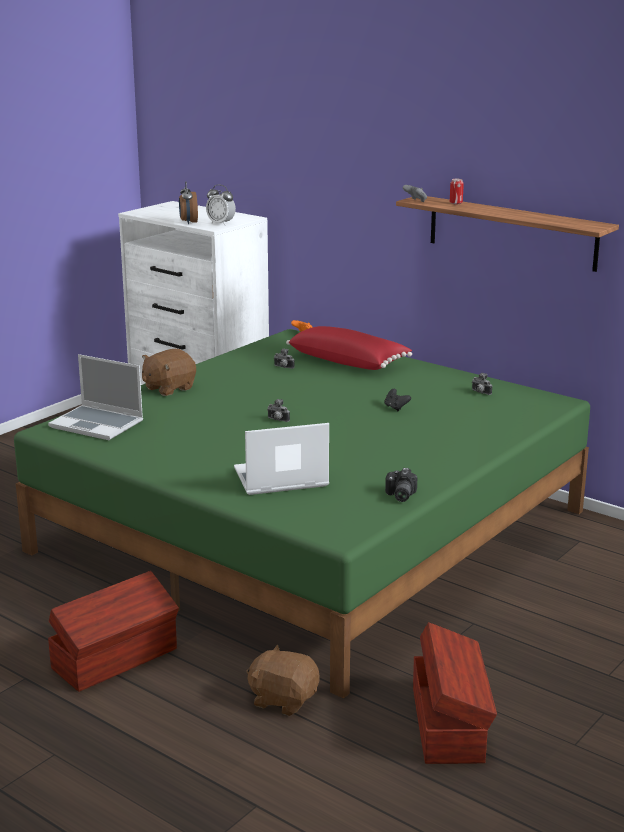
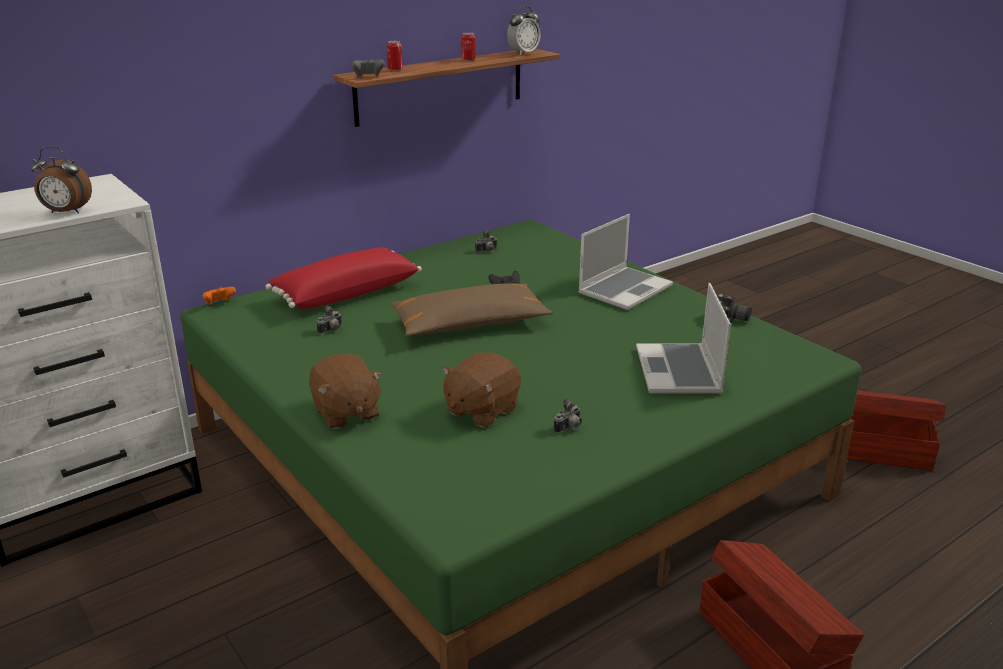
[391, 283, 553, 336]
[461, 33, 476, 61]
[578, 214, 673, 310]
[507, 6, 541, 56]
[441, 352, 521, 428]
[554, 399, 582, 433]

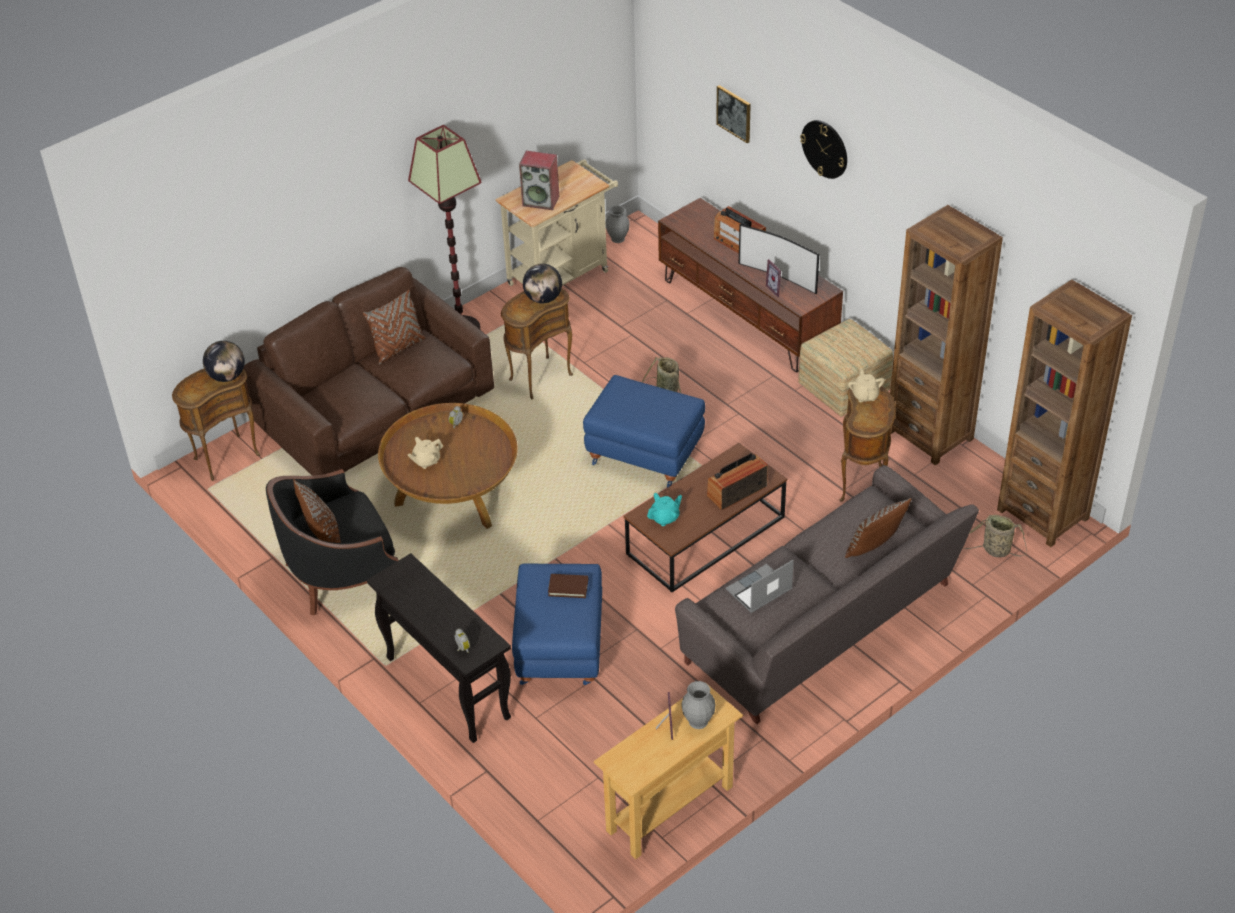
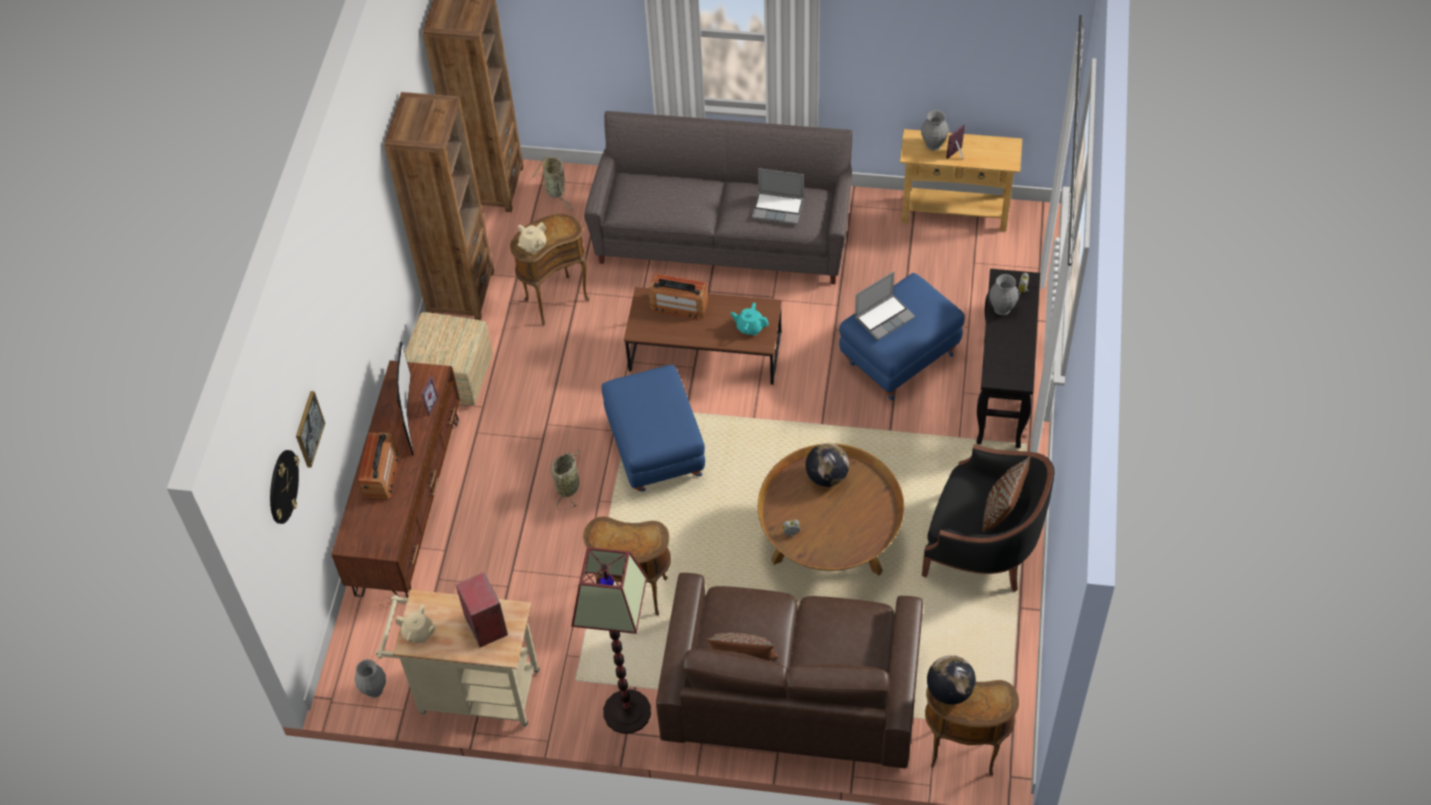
[845, 498, 912, 558] (first image)
[989, 274, 1019, 315]
[395, 605, 437, 643]
[806, 443, 849, 487]
[270, 450, 299, 524]
[855, 271, 915, 341]

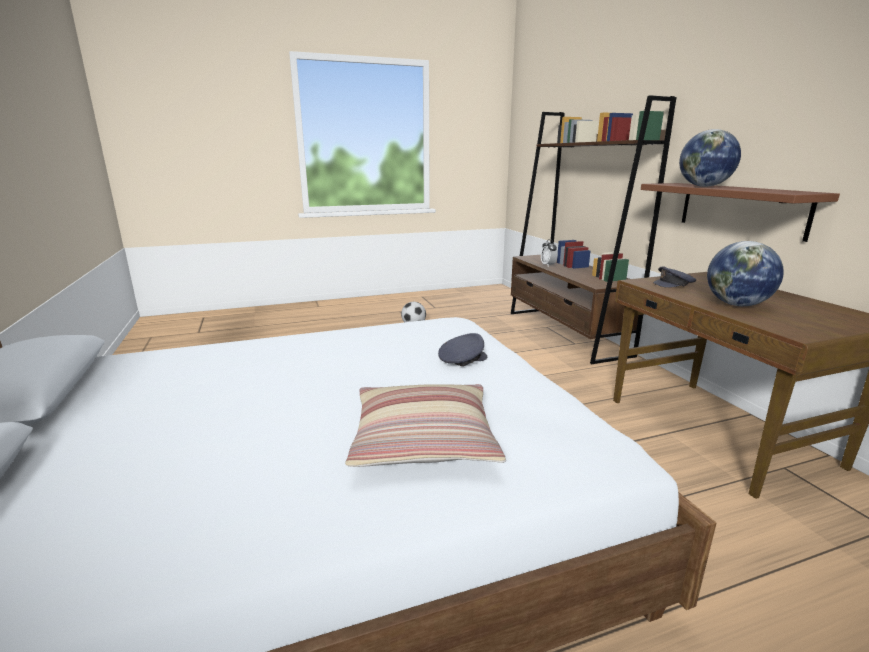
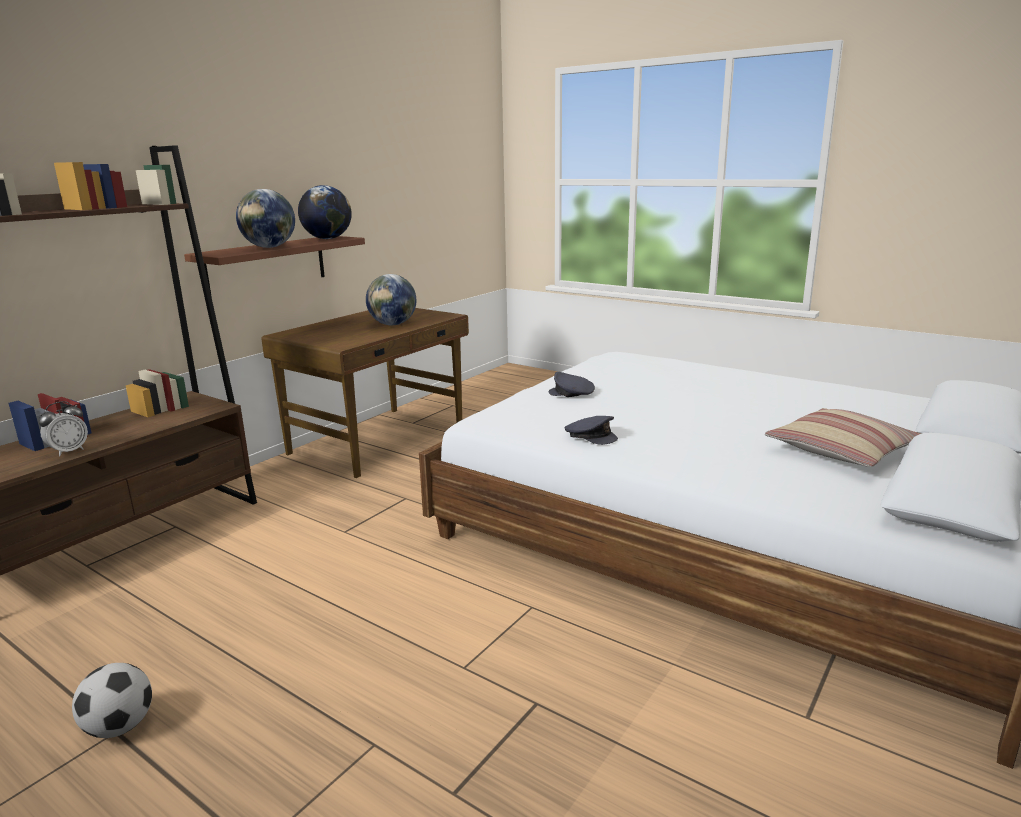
[298, 185, 352, 239]
[765, 408, 922, 467]
[565, 416, 618, 445]

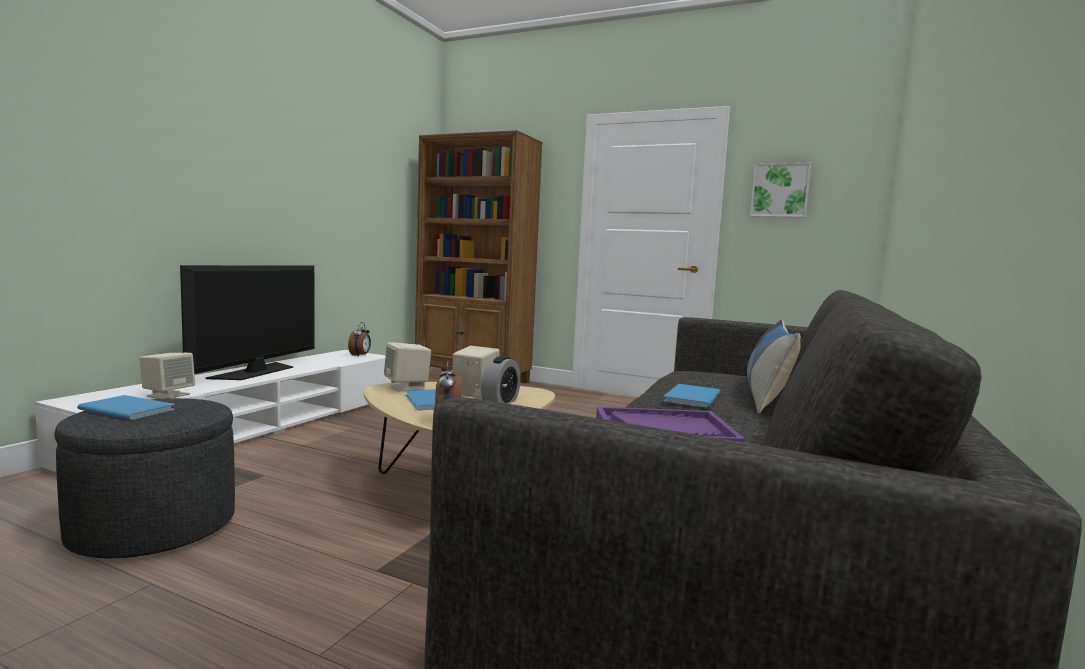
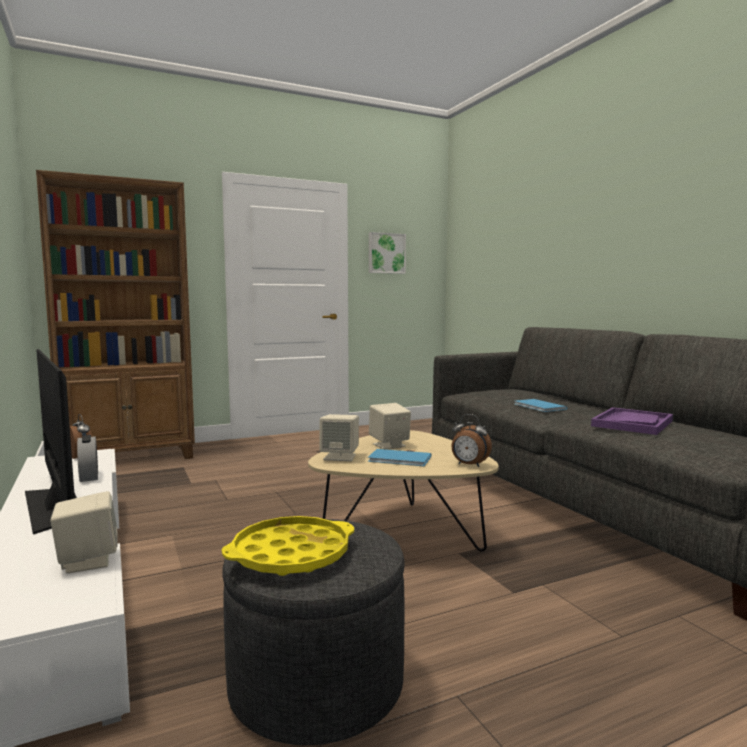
[747, 319, 801, 413] (first image)
[77, 435, 98, 482]
[222, 516, 354, 576]

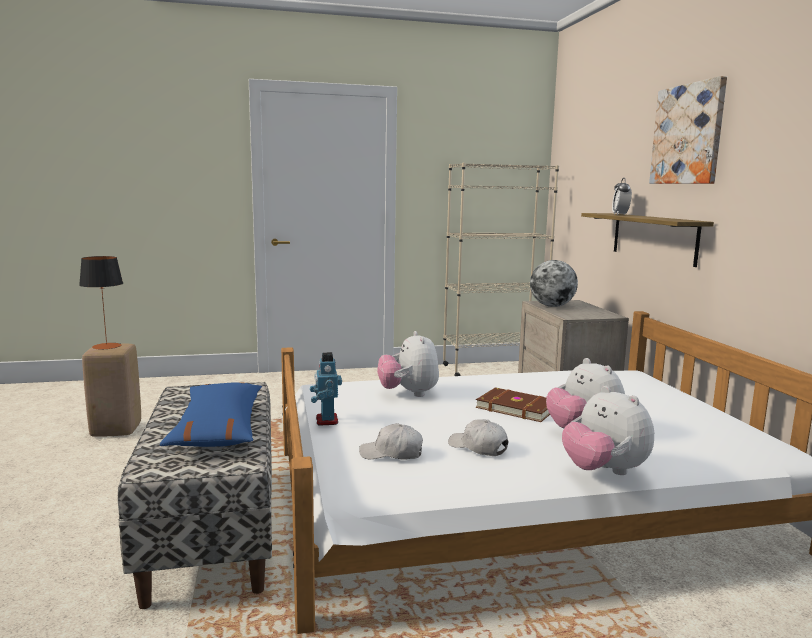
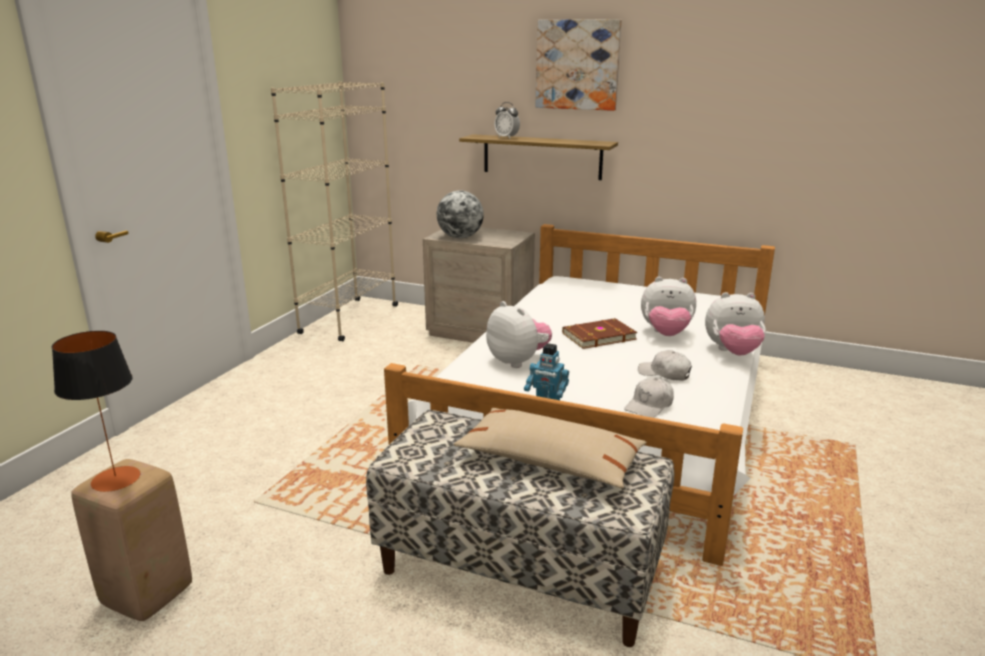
[453, 408, 647, 488]
[486, 301, 552, 368]
[638, 350, 692, 381]

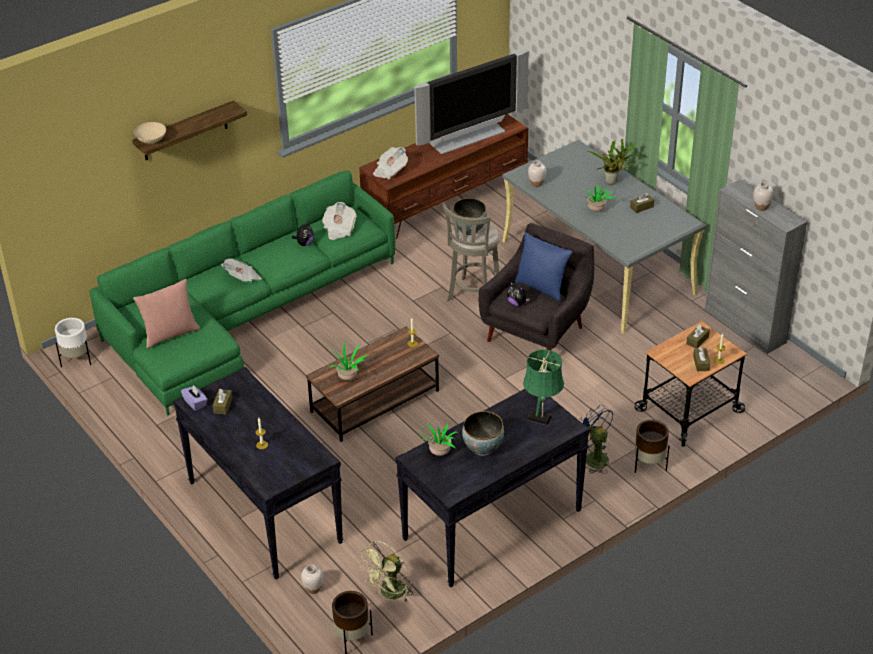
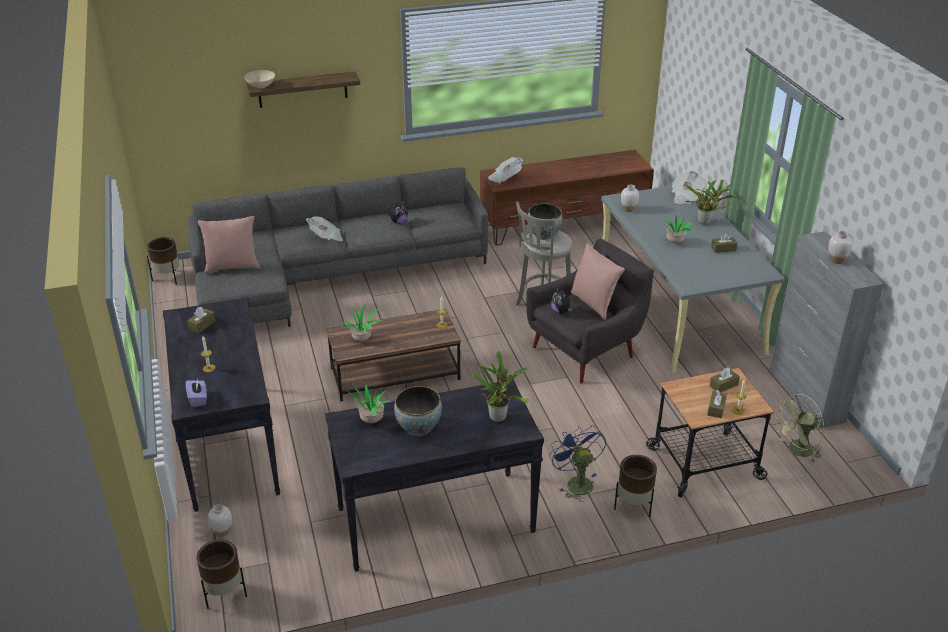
[414, 50, 529, 154] (first image)
[186, 379, 207, 407]
[672, 171, 707, 204]
[775, 394, 824, 462]
[472, 351, 529, 422]
[147, 237, 179, 285]
[188, 168, 488, 327]
[571, 242, 625, 320]

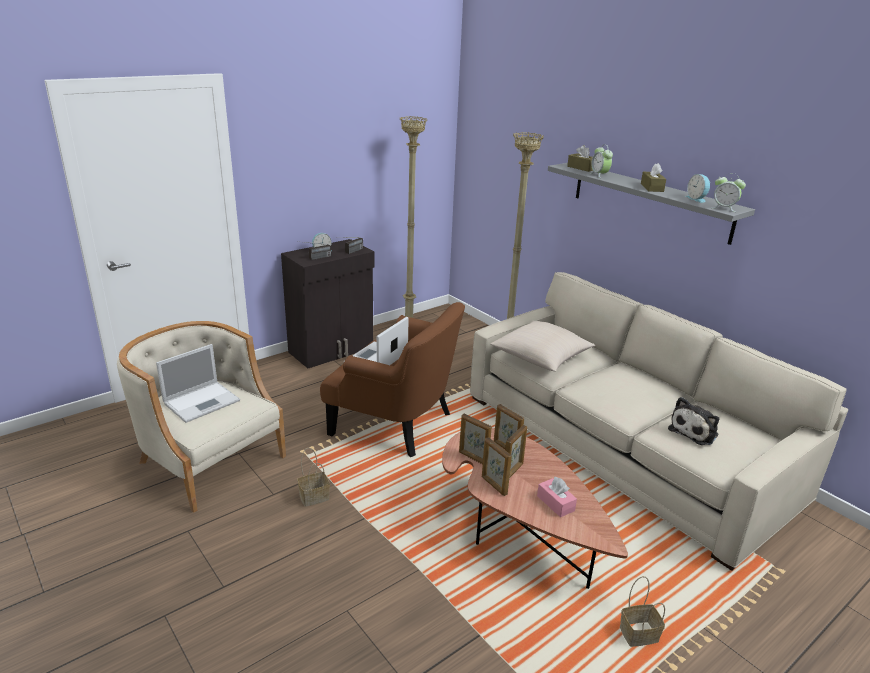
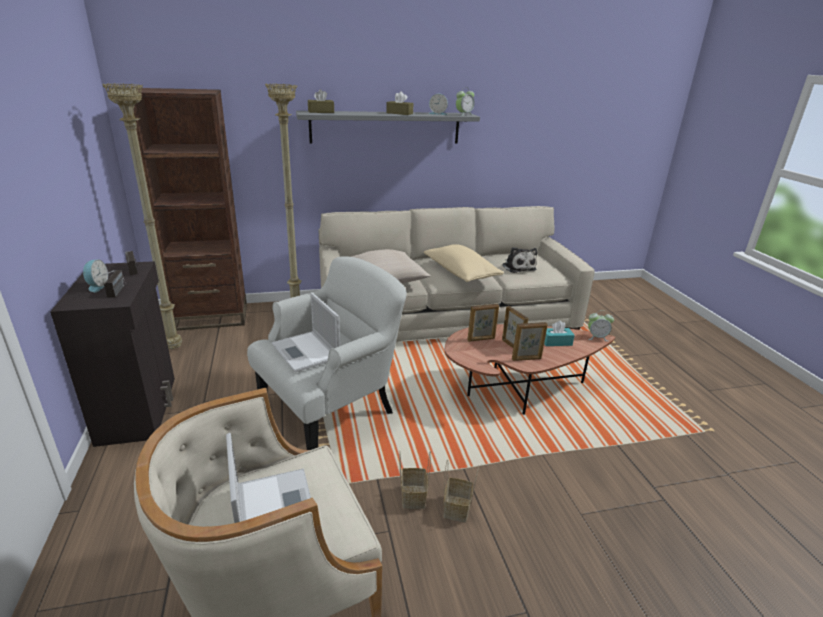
[459, 413, 492, 464] (first image)
[133, 88, 247, 330]
[424, 244, 504, 282]
[588, 310, 614, 341]
[443, 459, 479, 522]
[247, 256, 407, 450]
[544, 321, 575, 346]

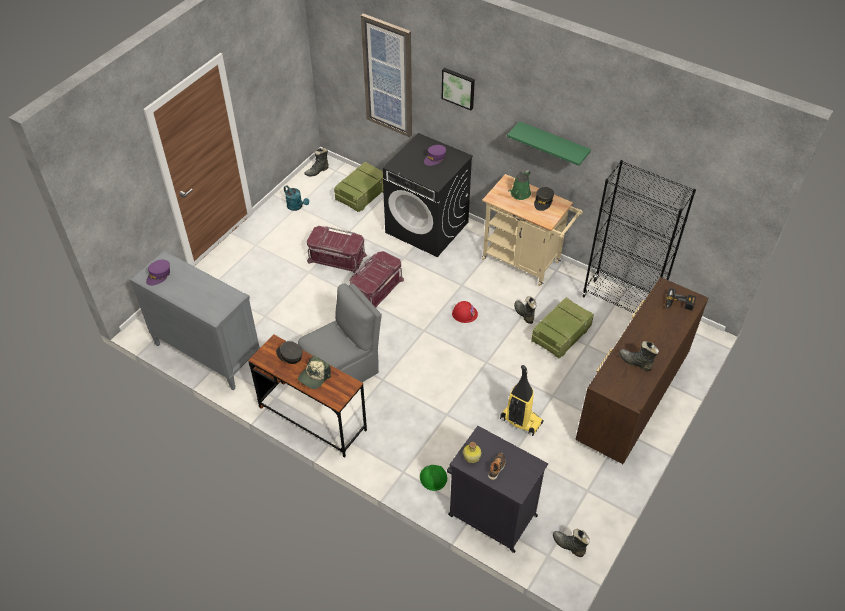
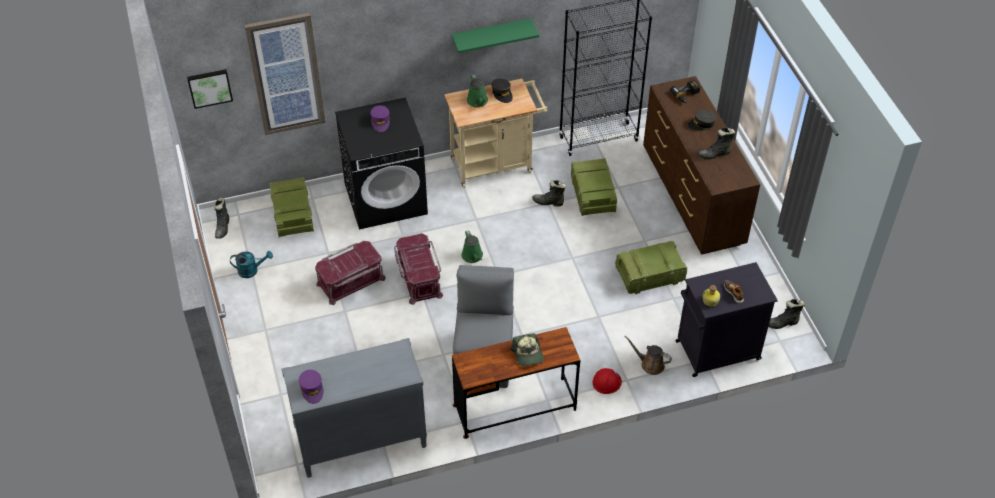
[462, 230, 483, 263]
[688, 110, 717, 131]
[187, 69, 233, 109]
[593, 368, 622, 394]
[625, 336, 672, 375]
[615, 241, 687, 294]

